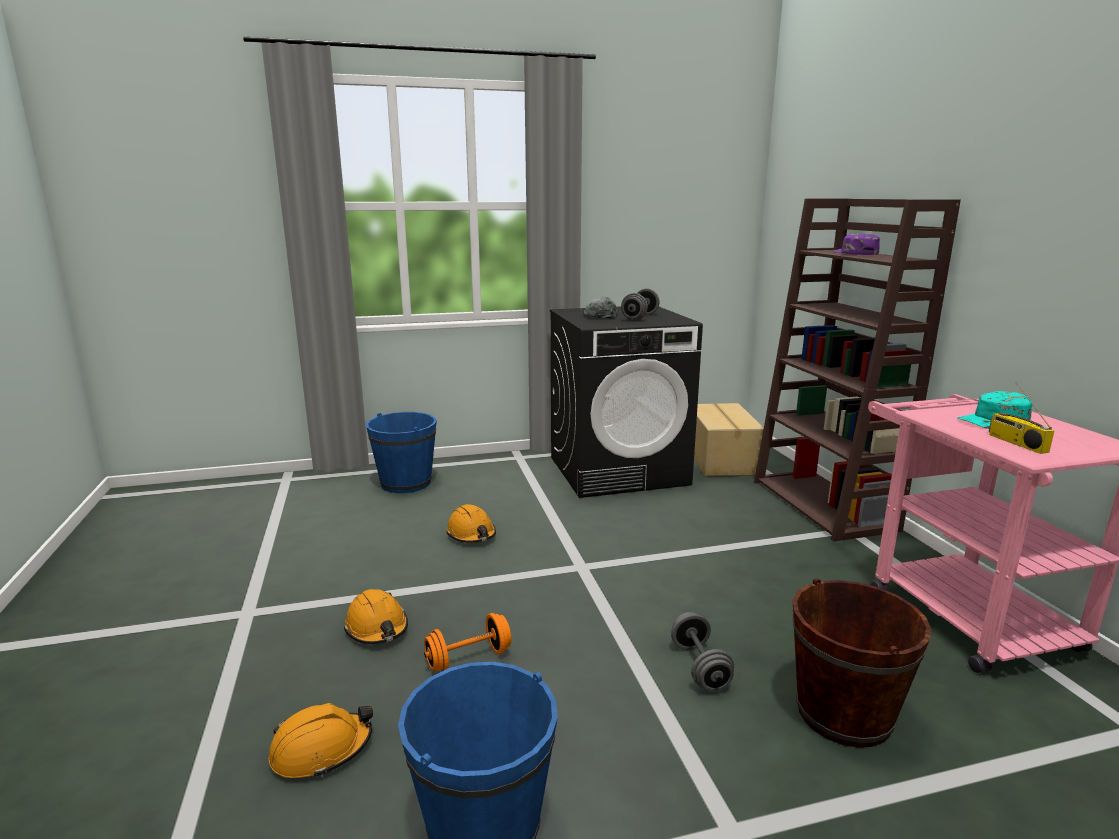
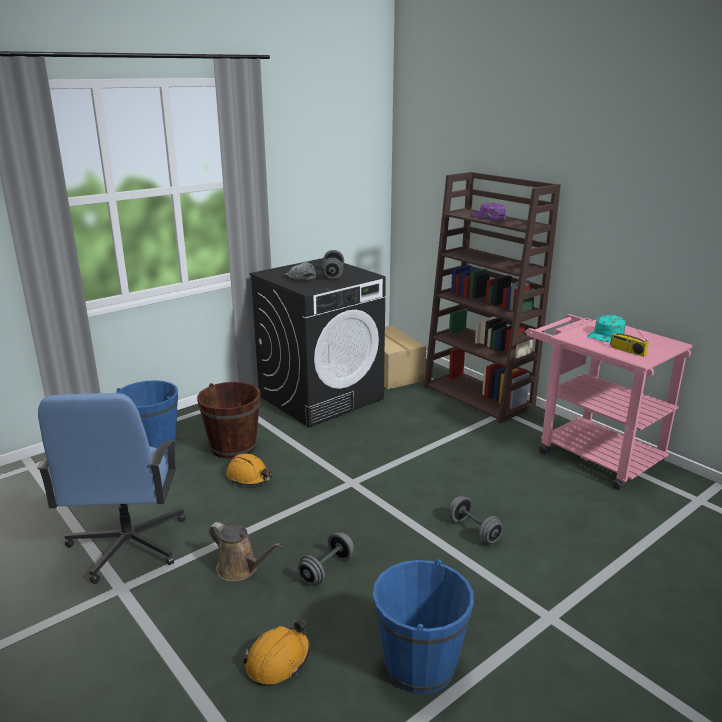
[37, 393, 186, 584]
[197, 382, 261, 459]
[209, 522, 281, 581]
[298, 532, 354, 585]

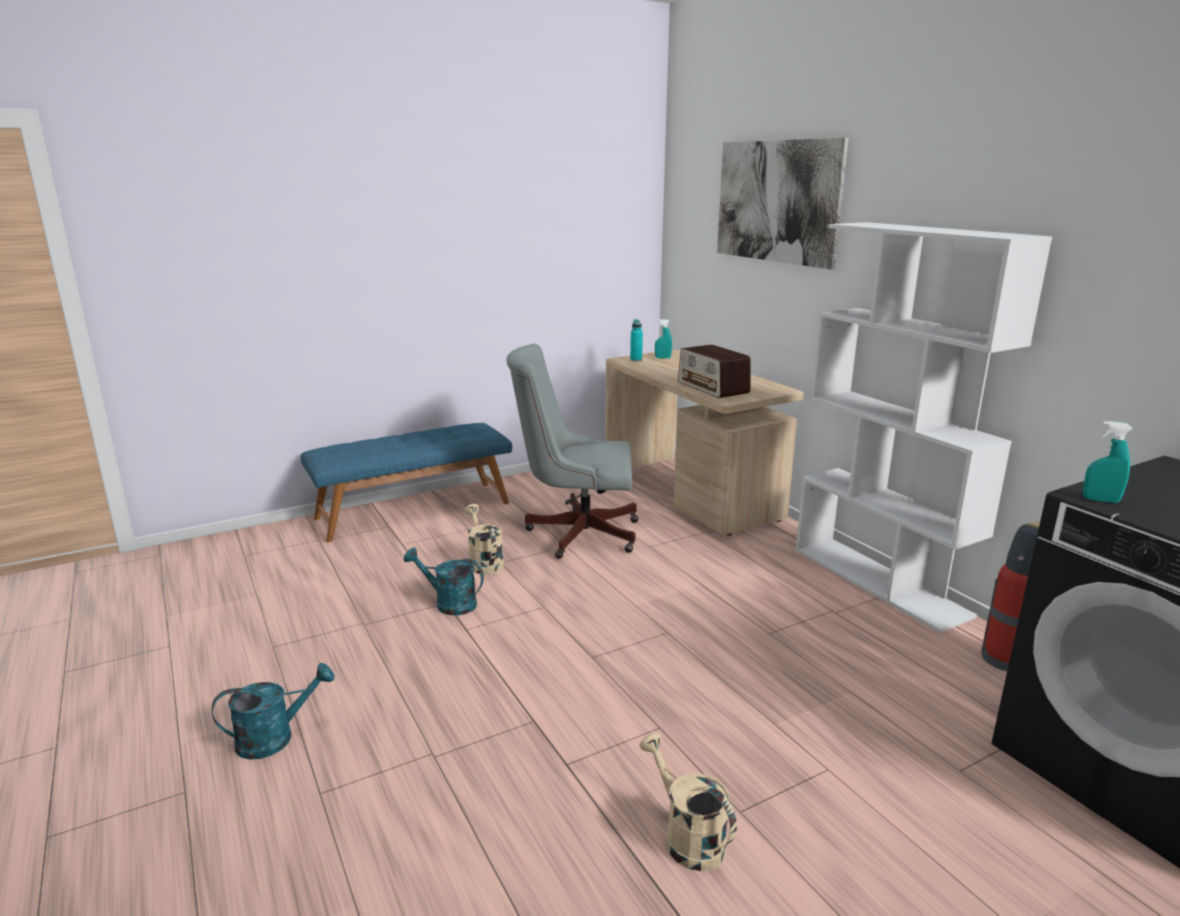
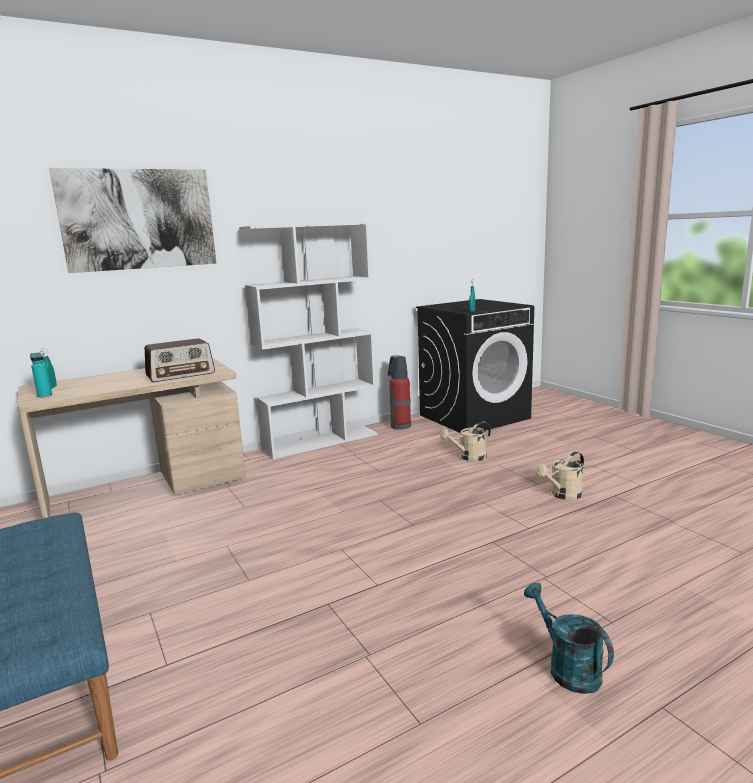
[404, 547, 484, 615] (first image)
[506, 344, 639, 559] (first image)
[440, 422, 491, 461]

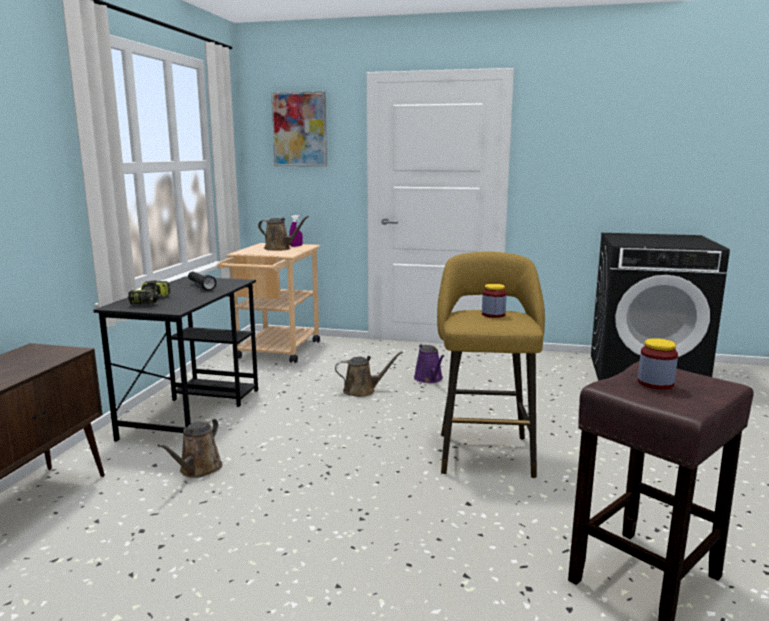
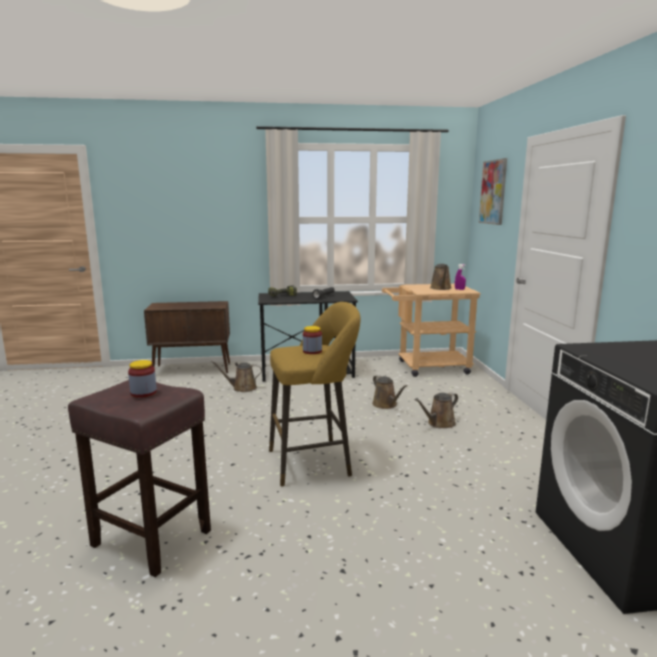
[414, 392, 458, 428]

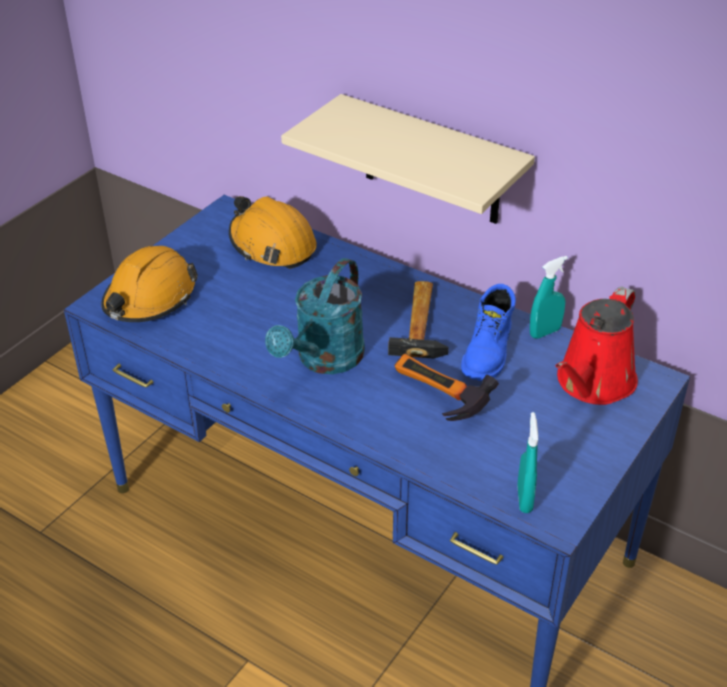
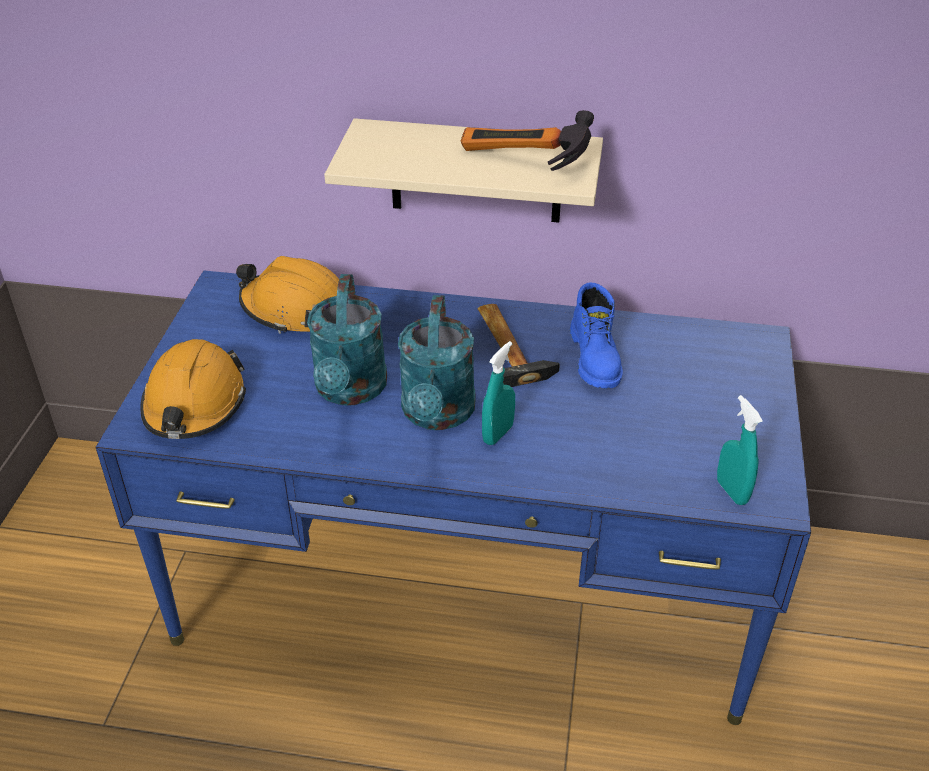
[556, 286, 638, 405] (first image)
[307, 274, 387, 406]
[461, 110, 594, 171]
[482, 341, 515, 445]

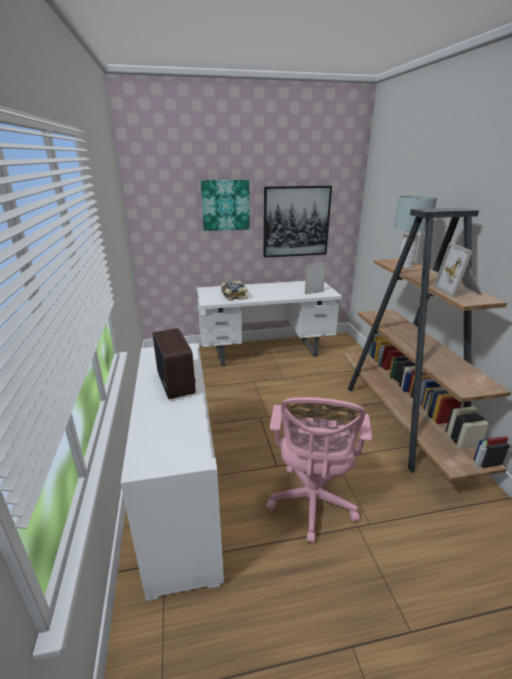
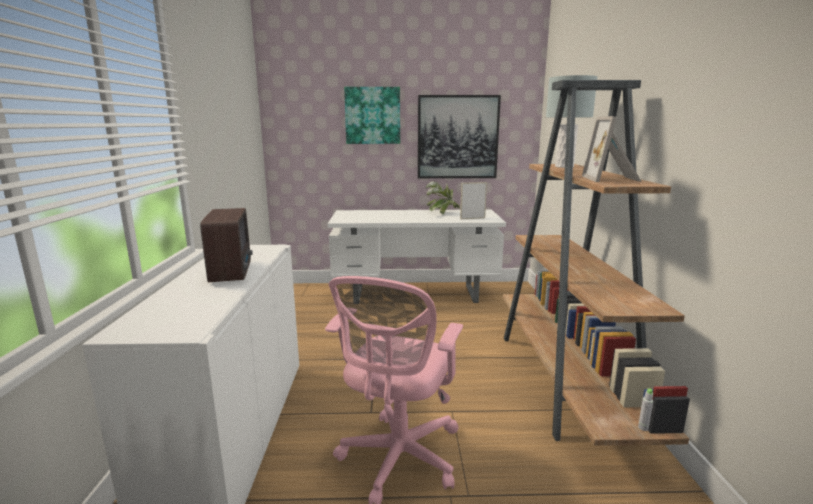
[221, 281, 248, 301] (first image)
[426, 181, 460, 214]

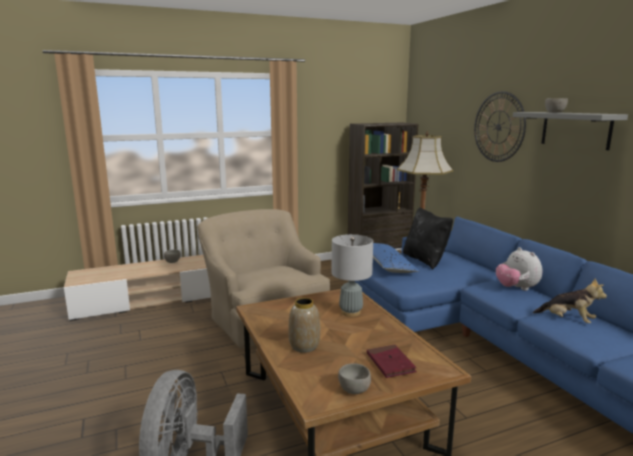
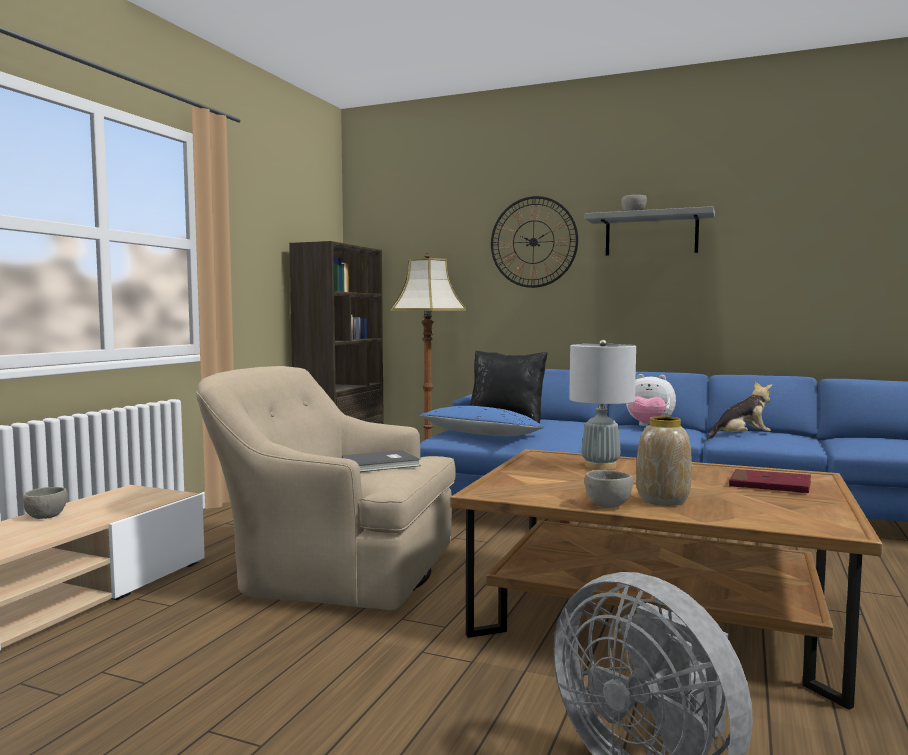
[342, 450, 421, 472]
[584, 470, 633, 507]

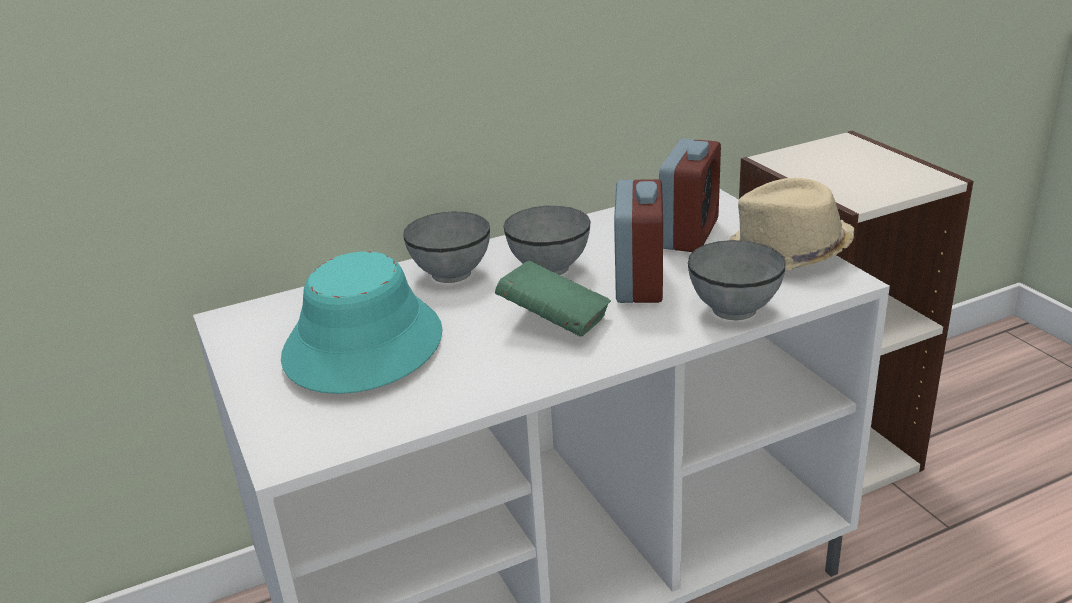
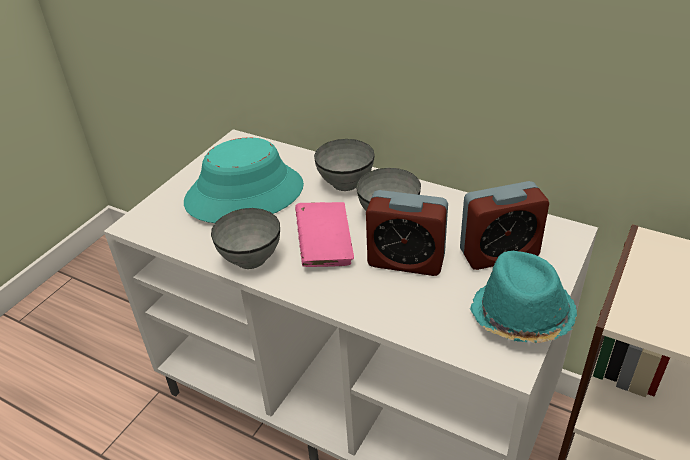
[211, 208, 280, 269]
[295, 202, 354, 267]
[470, 251, 577, 343]
[366, 190, 448, 276]

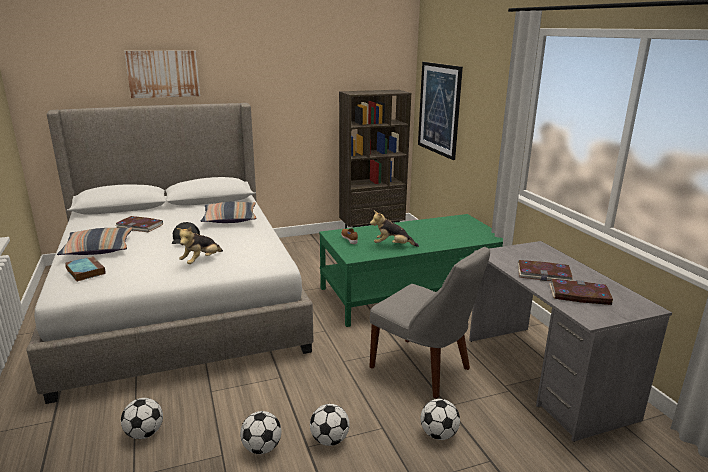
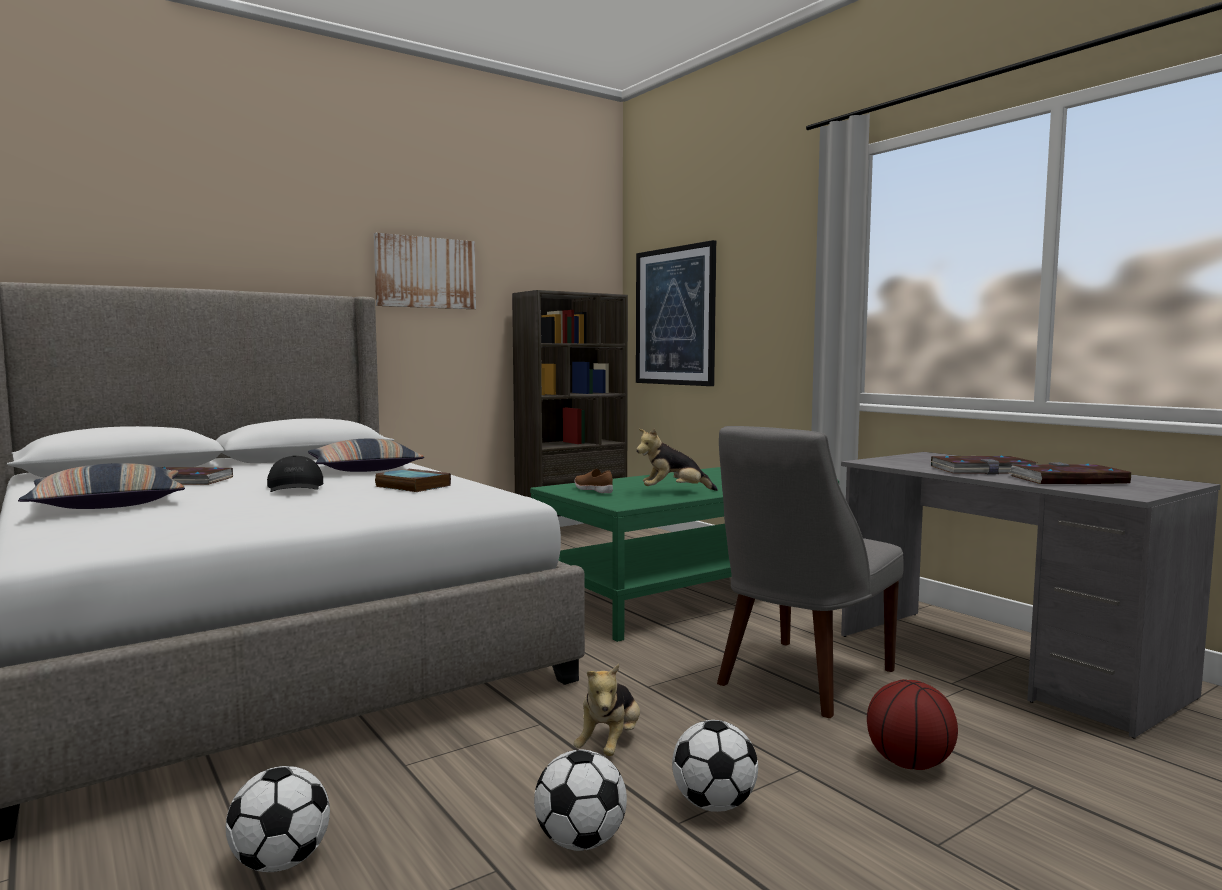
[375, 469, 451, 492]
[374, 233, 476, 309]
[574, 664, 640, 756]
[867, 679, 958, 770]
[717, 426, 904, 718]

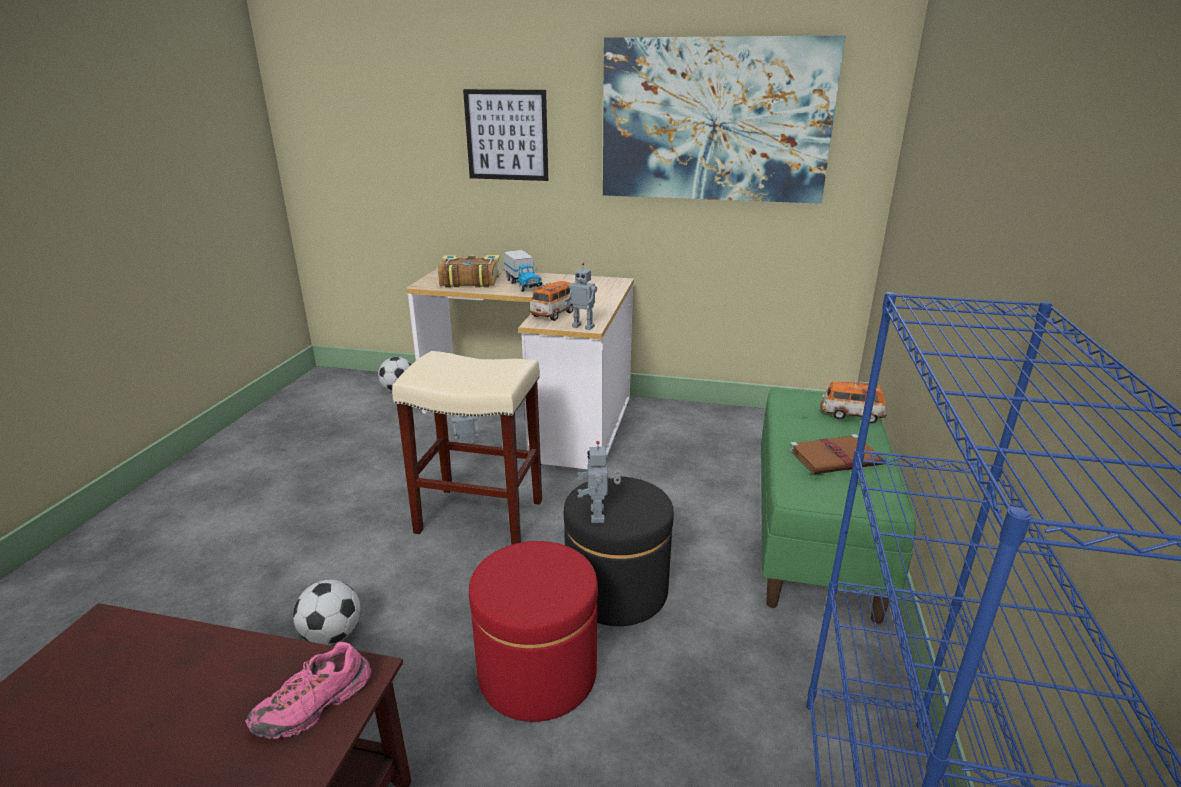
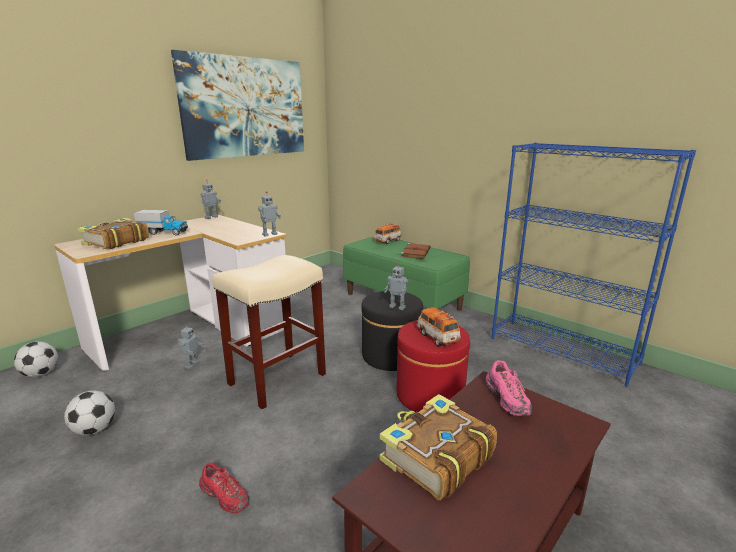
[463, 89, 548, 181] (first image)
[199, 462, 249, 514]
[201, 180, 221, 219]
[380, 394, 497, 500]
[64, 391, 115, 435]
[417, 307, 461, 347]

